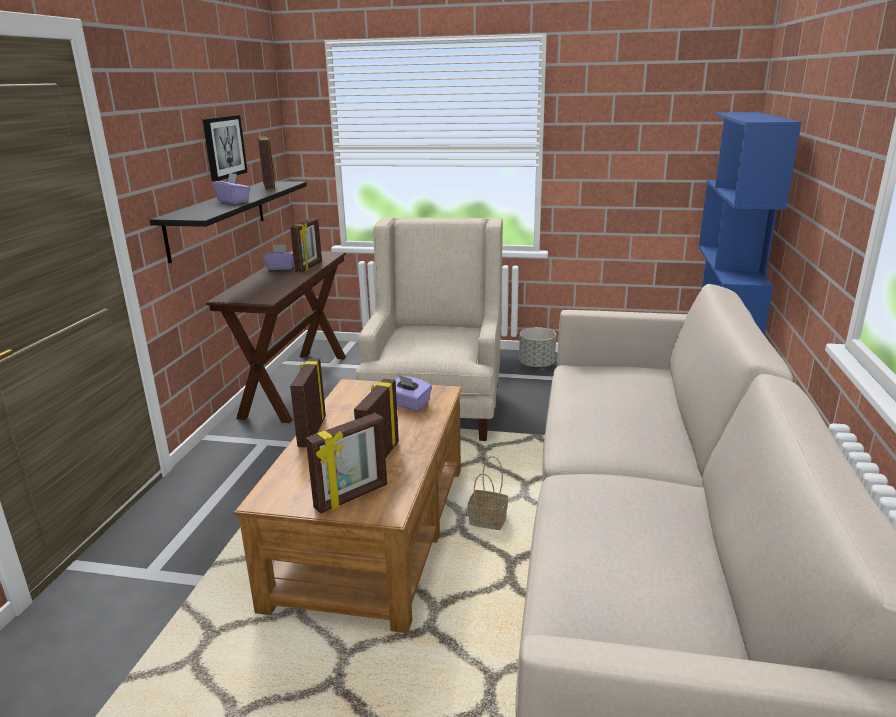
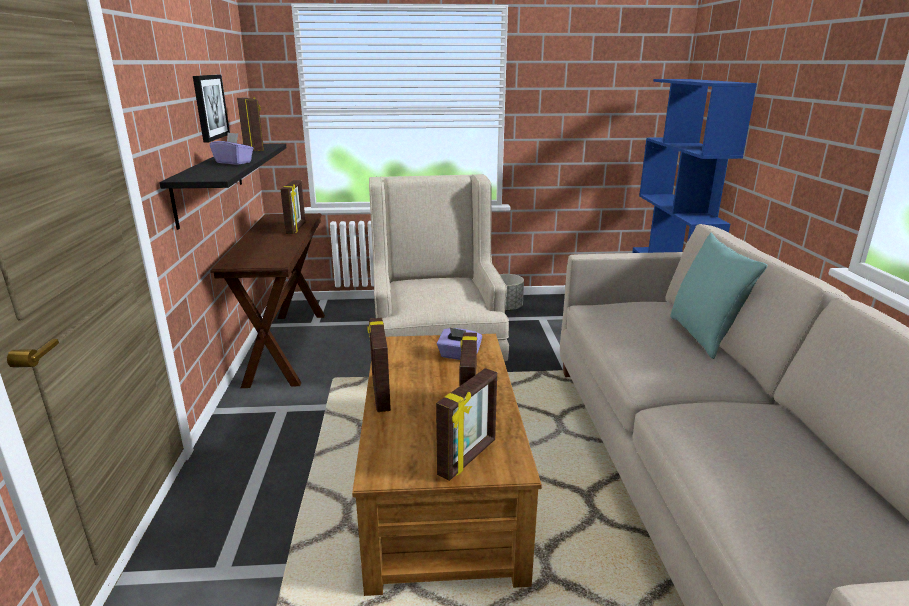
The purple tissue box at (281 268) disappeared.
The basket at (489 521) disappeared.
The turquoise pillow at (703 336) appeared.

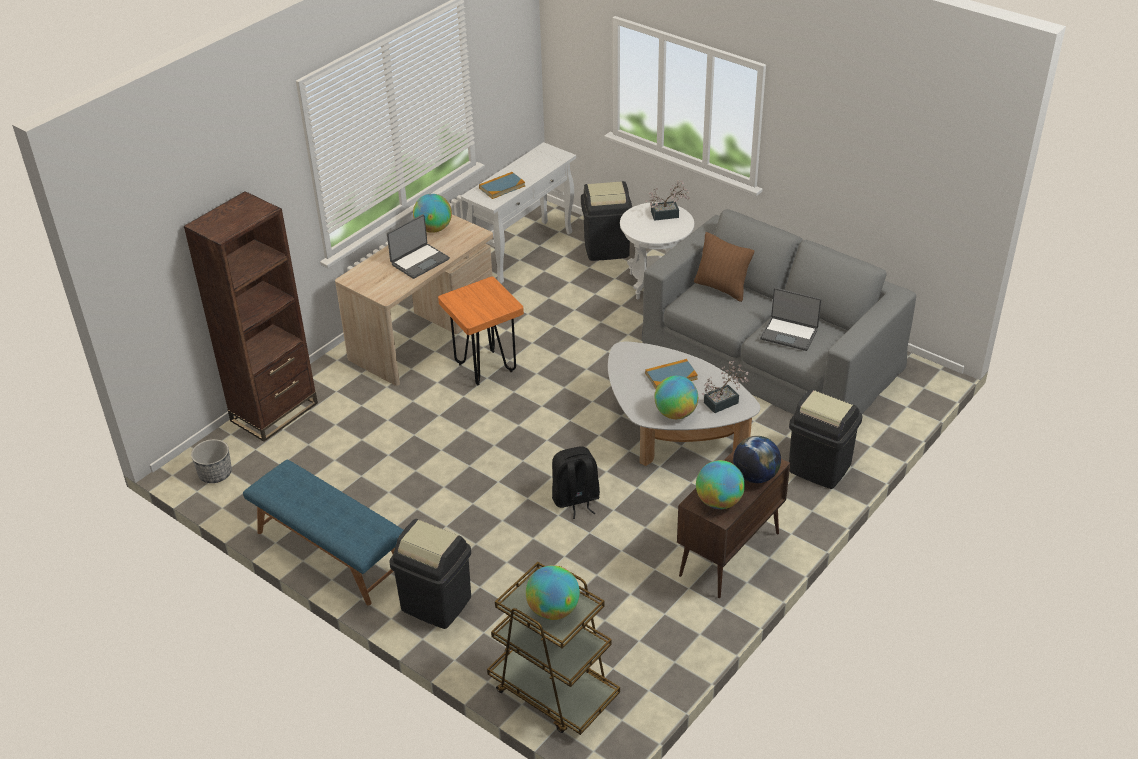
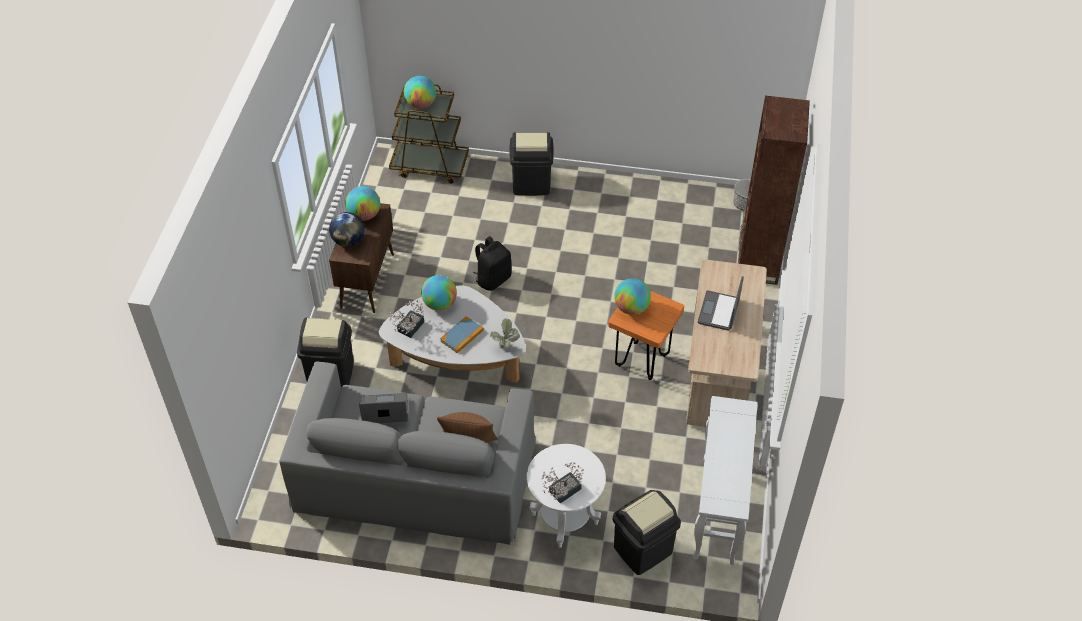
The blue bench at (329 553) disappeared.
The globe moved from (434 229) to (631 308).
The book at (502 187) disappeared.
The potted plant at (505 348) appeared.

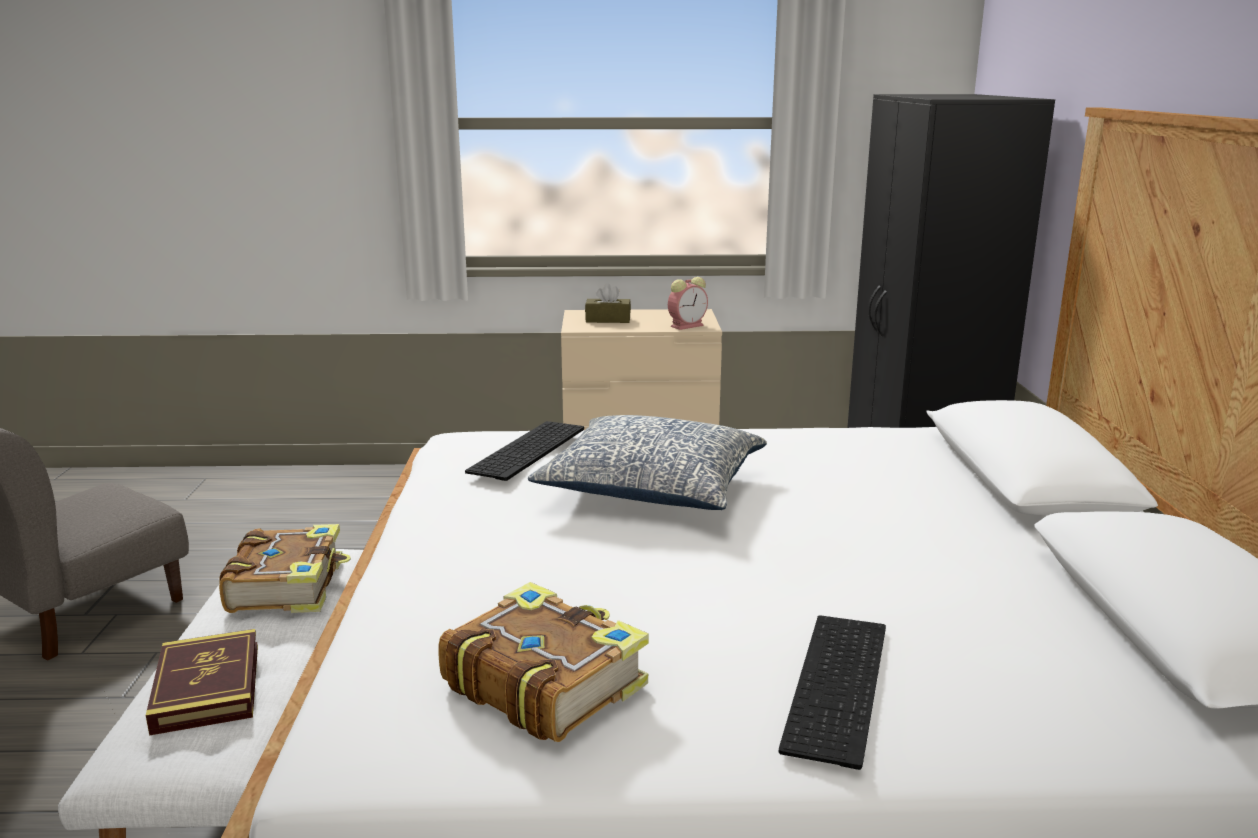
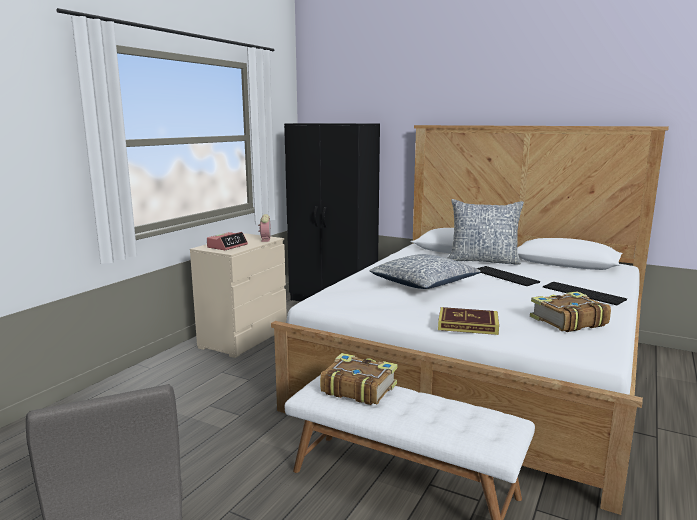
The book moved from (207 688) to (468 325).
The keyboard moved from (529 451) to (506 276).
The brown tissue box at (608 320) was replaced by the alarm clock at (227 246).
The pillow at (483 260) appeared.

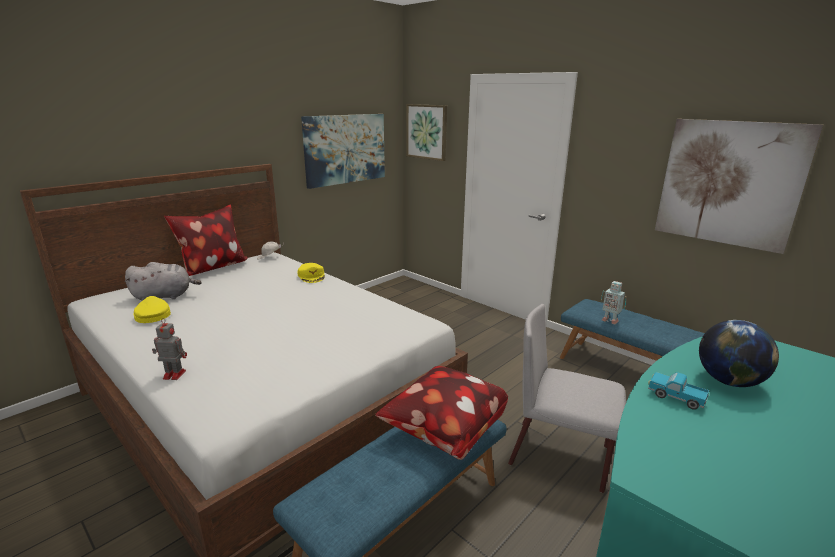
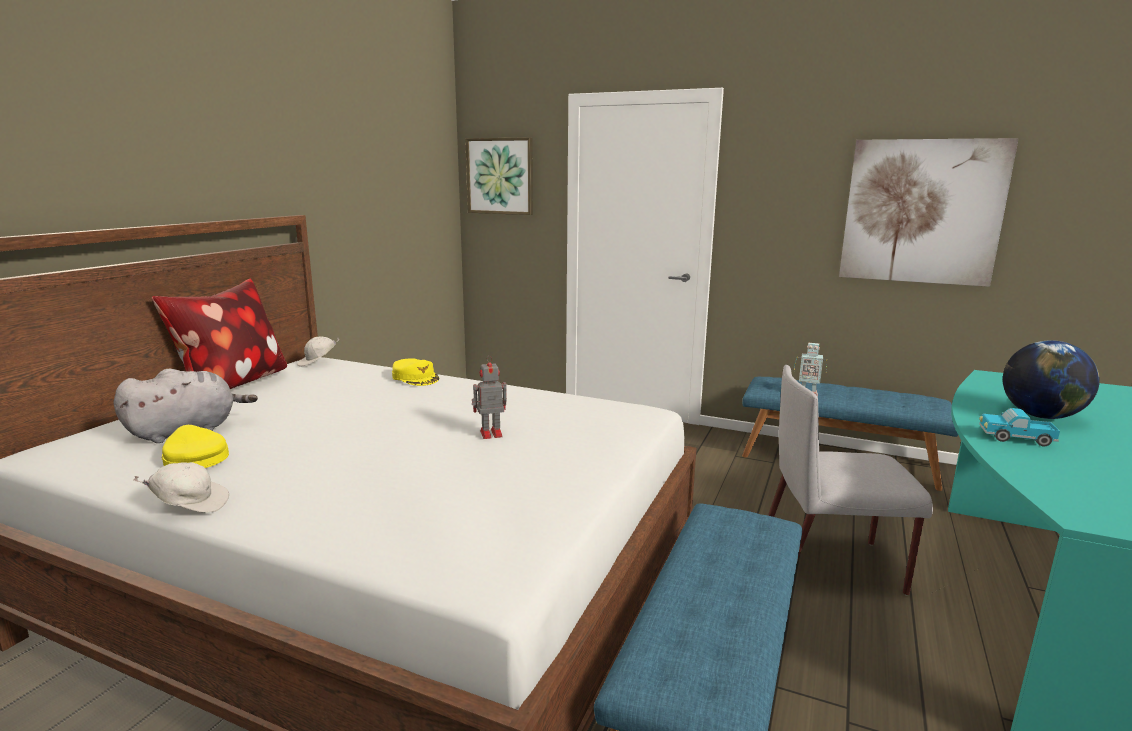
The toy robot moved from (173 374) to (489 434).
The picture at (345 149) disappeared.
The pillow at (443 431) disappeared.
The white cap at (190 505) appeared.

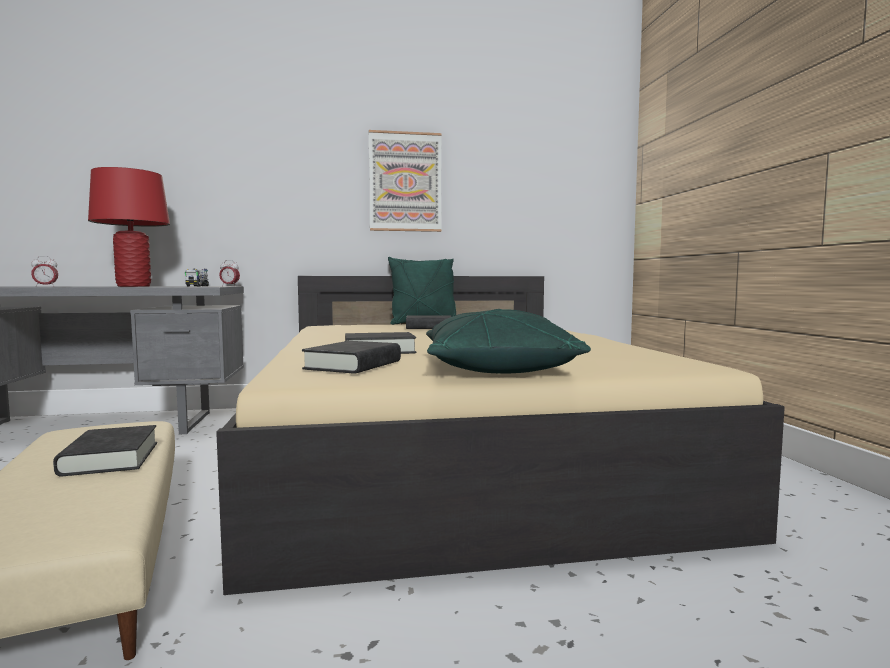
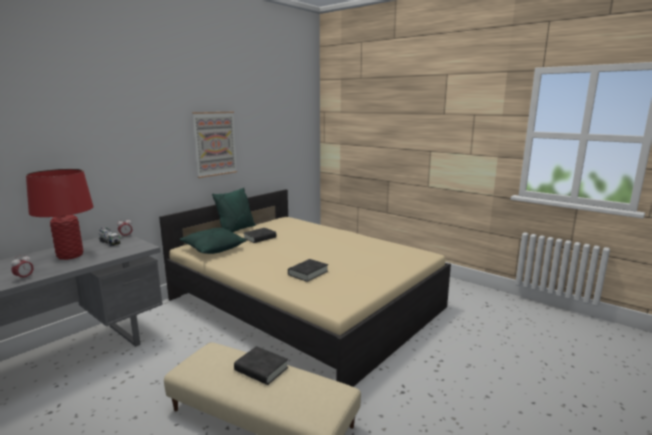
The black book at (353 365) disappeared.
The green pillow moved from (496 368) to (213 249).

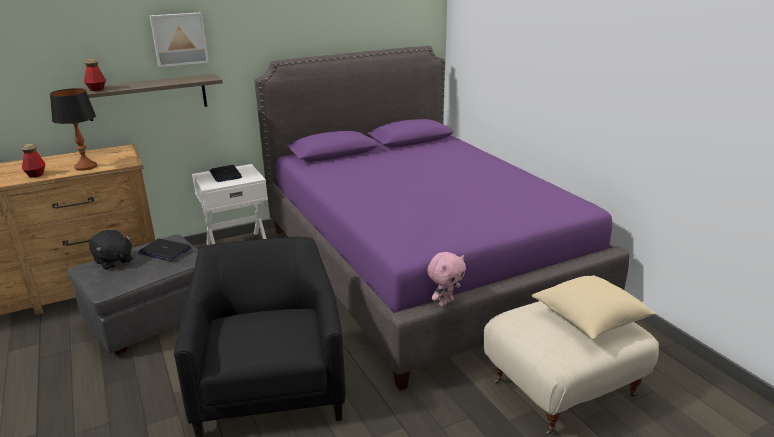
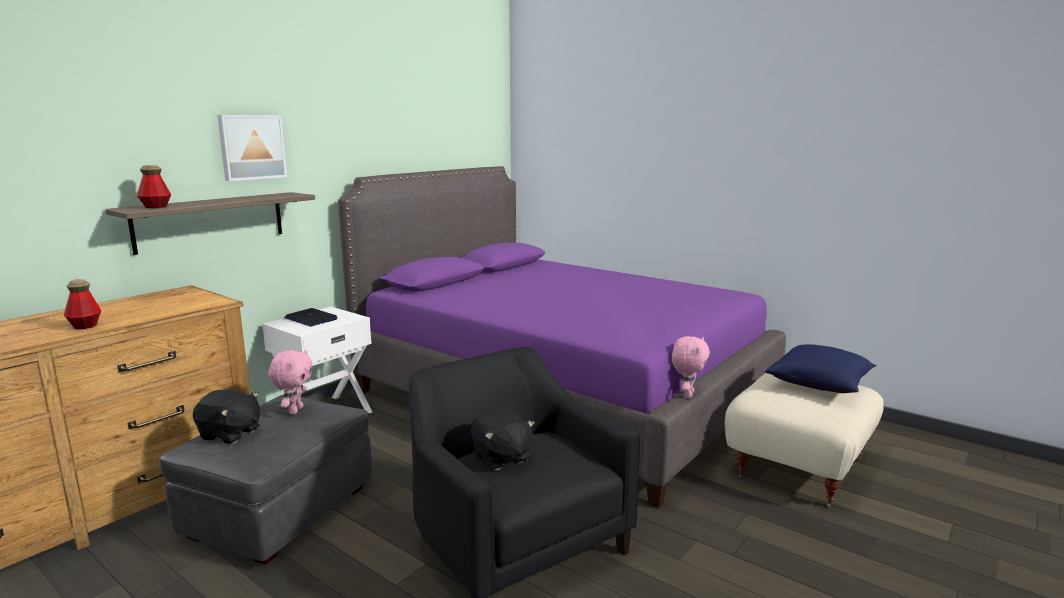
The table lamp at (86 166) disappeared.
The laptop at (164 251) was replaced by the pink plush toy at (295 410).
The beige pillow at (590 320) became the blue pillow at (820 385).
The black plush toy at (501 457) appeared.

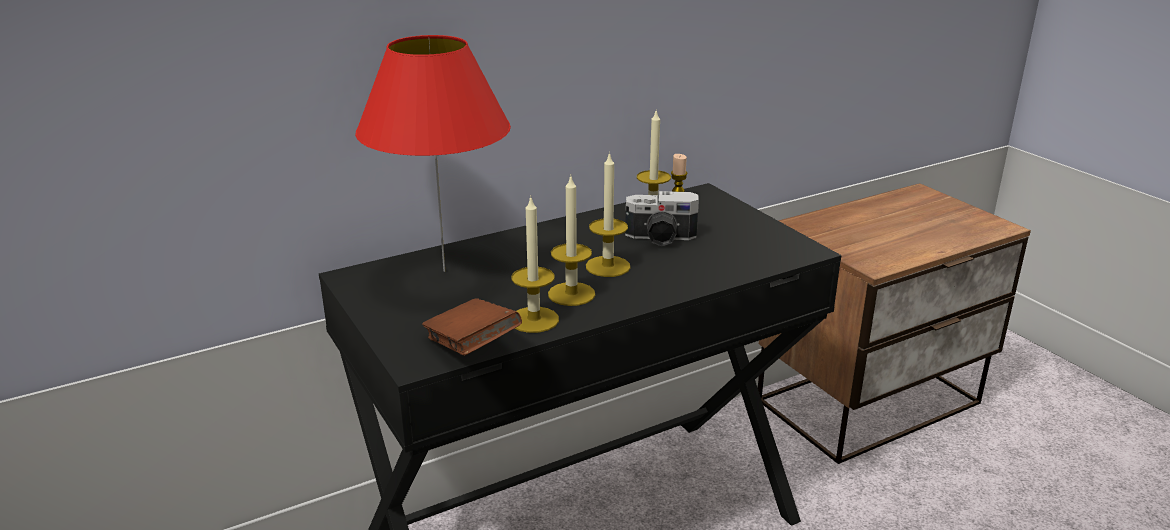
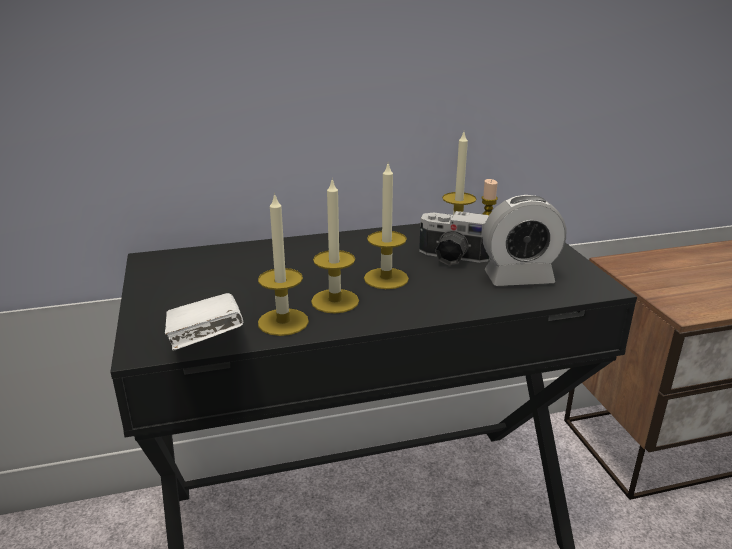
The red table lamp at (445 271) disappeared.
The brown book at (472 347) became the white book at (206 342).
The alarm clock at (518 278) appeared.

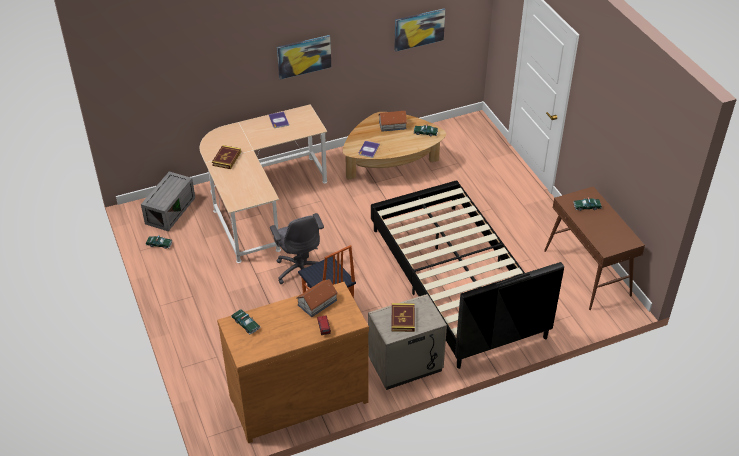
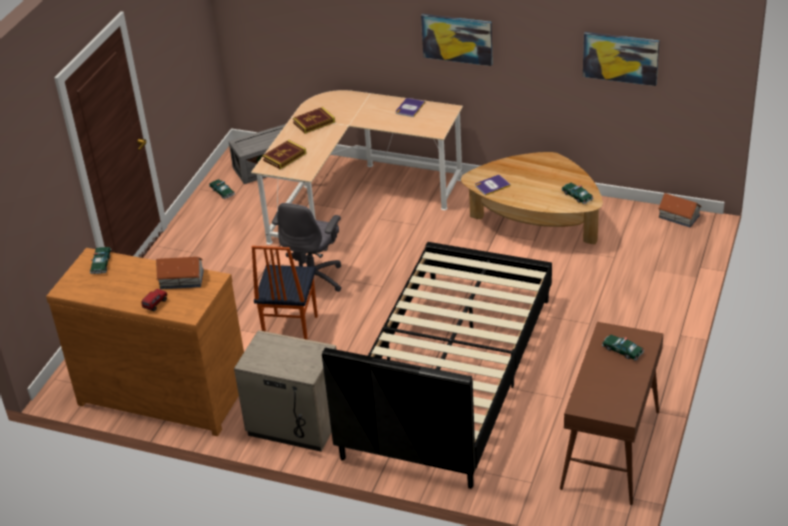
The toy house moved from (392 125) to (679 216).
The book moved from (403 319) to (284 157).

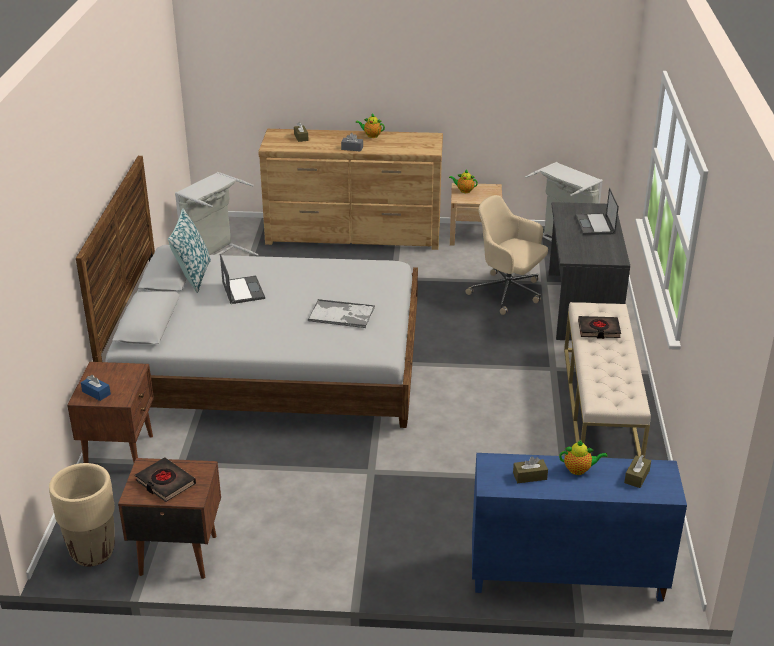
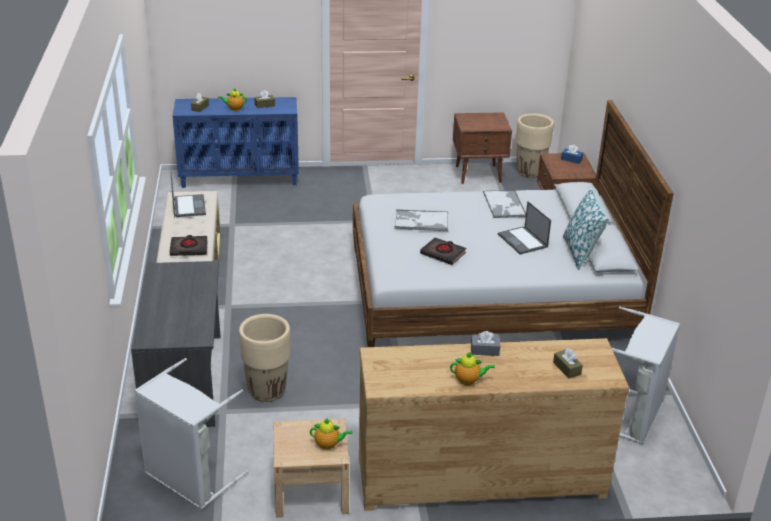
The black book moved from (165 483) to (443 254).
The beige office chair at (508 293) was replaced by the beige planter at (267 391).
The laptop moved from (595 225) to (188 206).
The tray at (504 205) appeared.

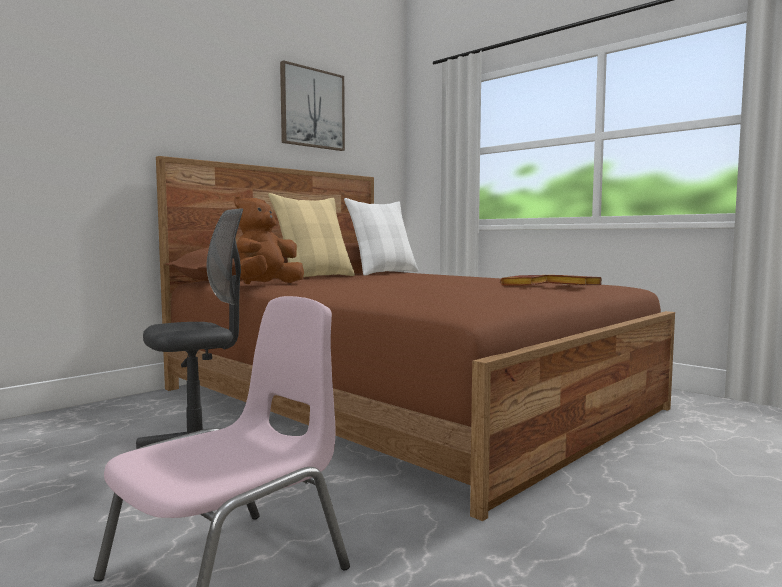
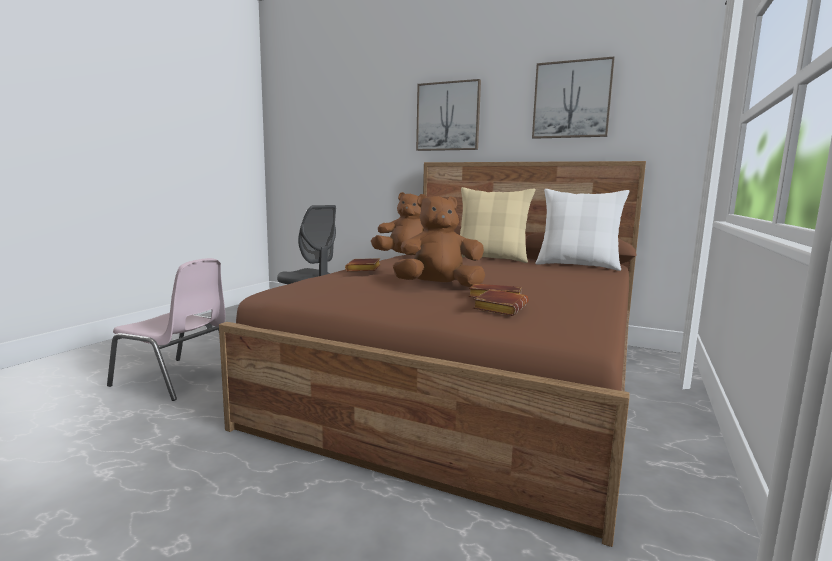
The brown book at (364 269) appeared.
The brown plush toy at (439 286) appeared.
The picture at (448 116) appeared.

